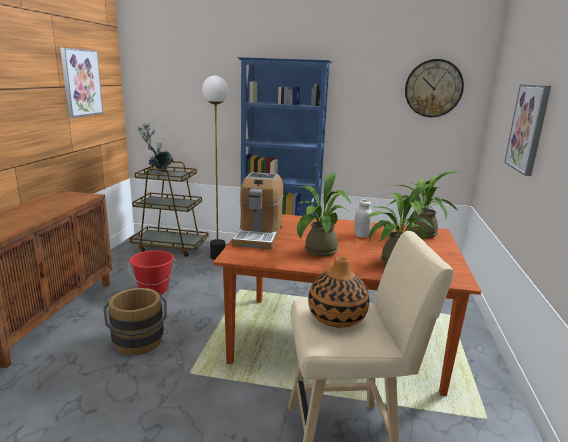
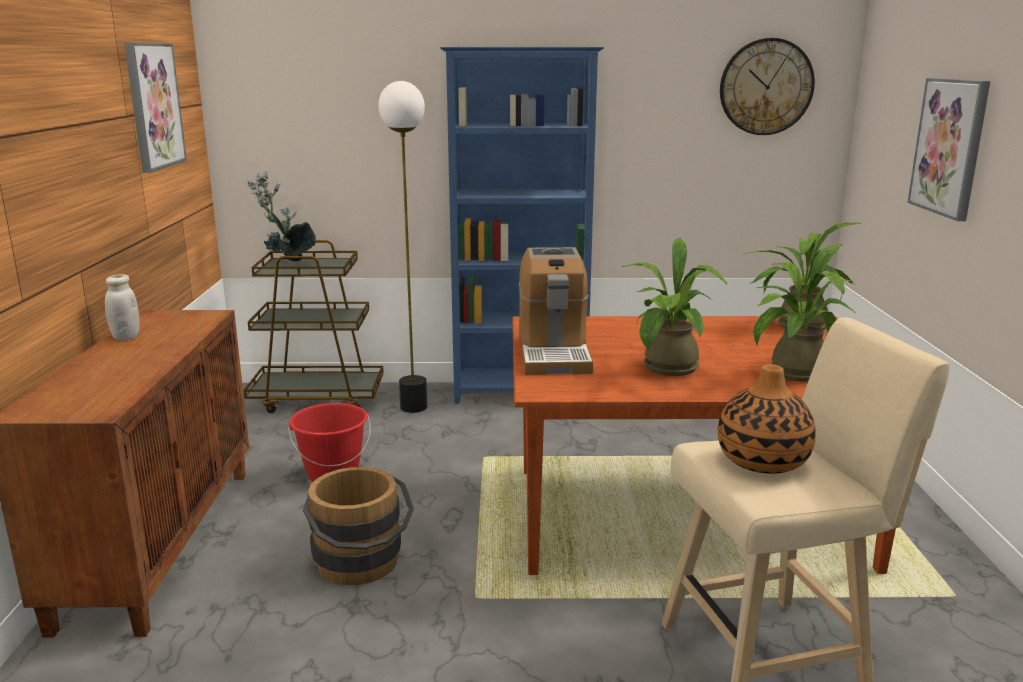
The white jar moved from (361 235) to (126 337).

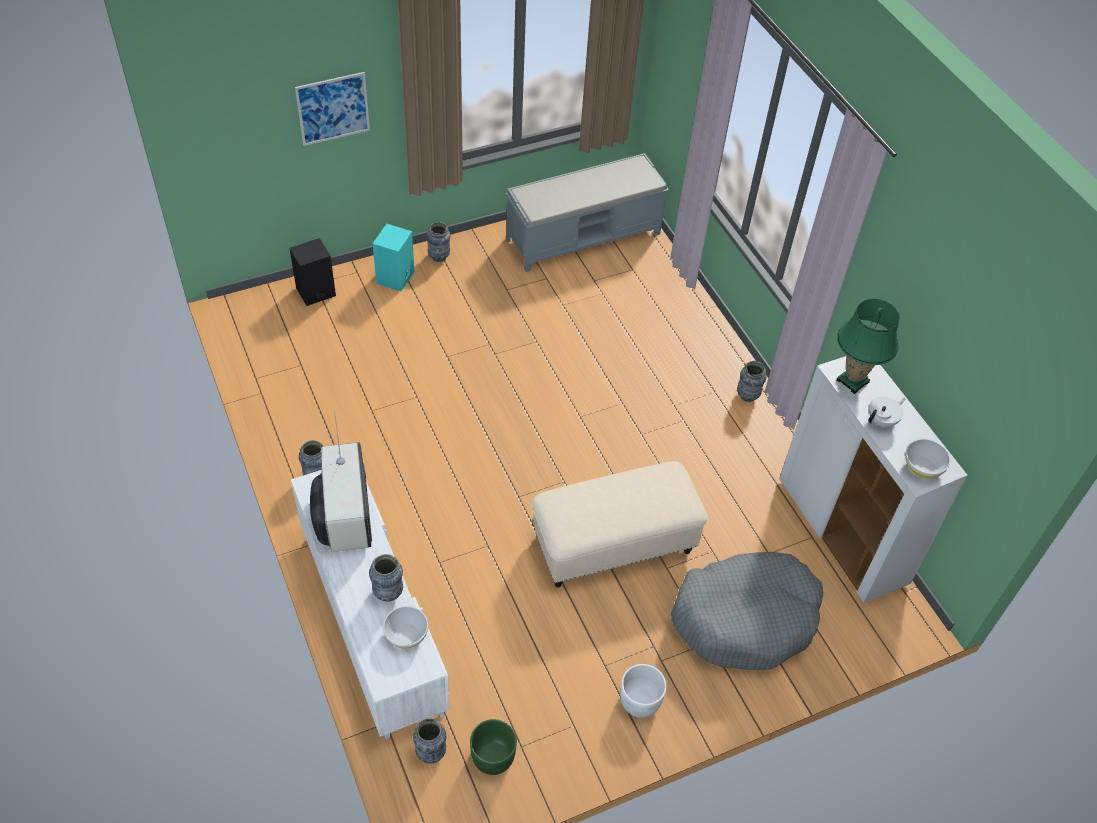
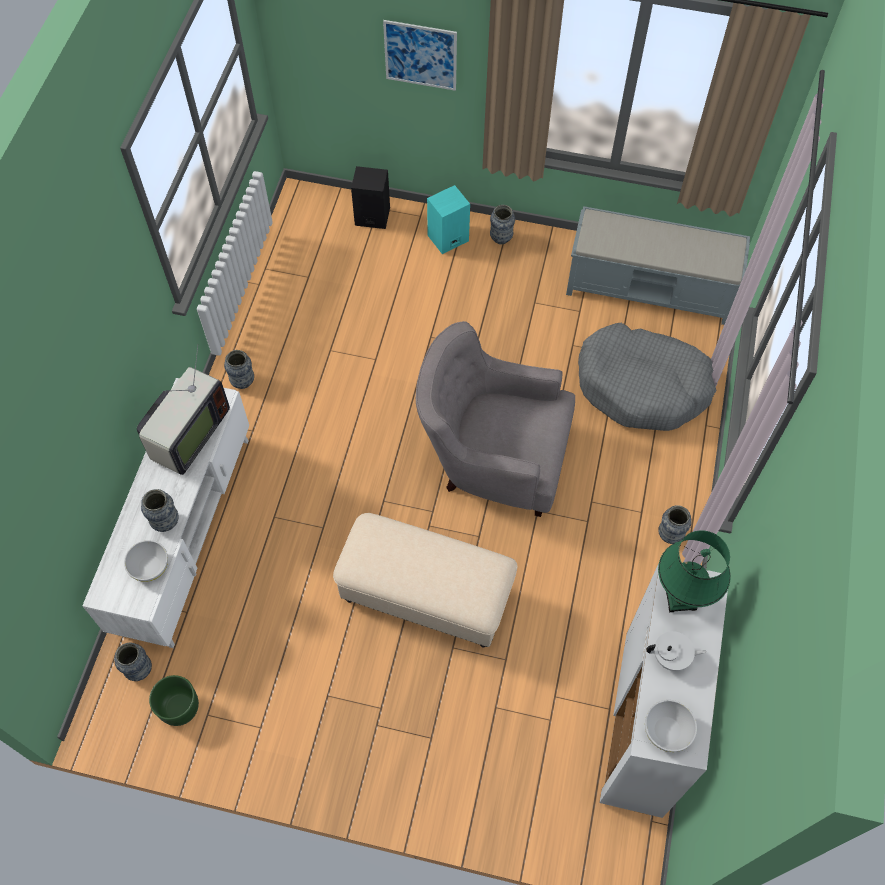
The white planter at (639 701) disappeared.
The grey dog bed moved from (745 618) to (642 386).
The grey armchair at (493 458) appeared.

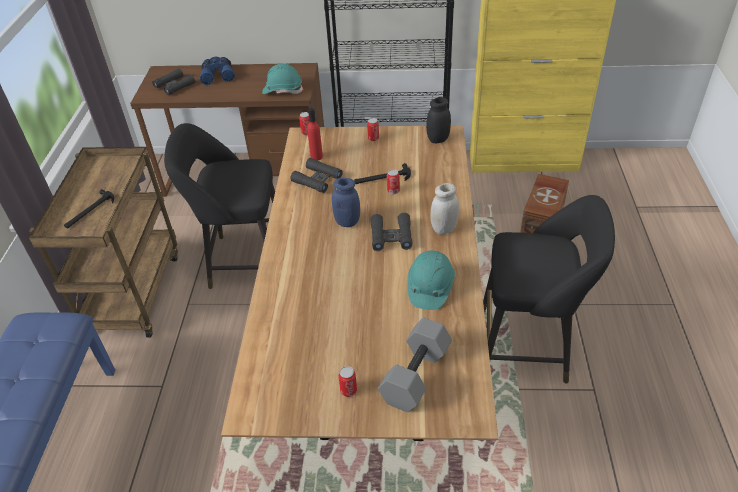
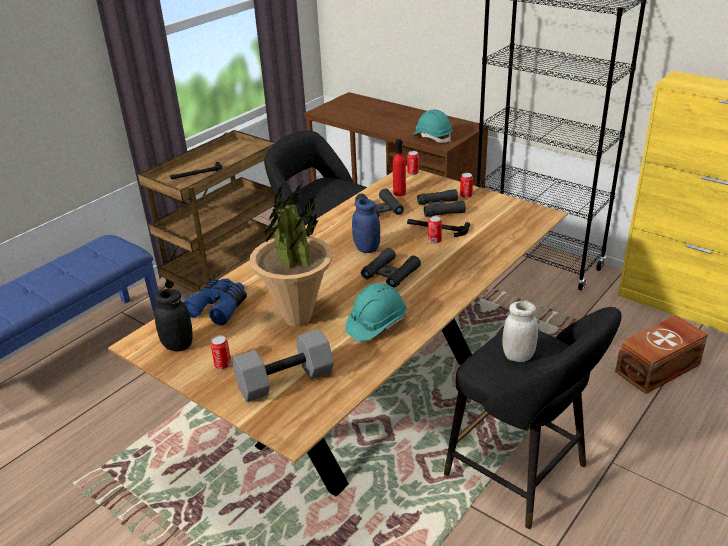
The black binoculars moved from (174 85) to (440 208).
The blue binoculars moved from (218 75) to (219 307).
The black jar moved from (438 139) to (178 345).
The white jar moved from (444 229) to (518 356).
The potted plant at (297 318) appeared.

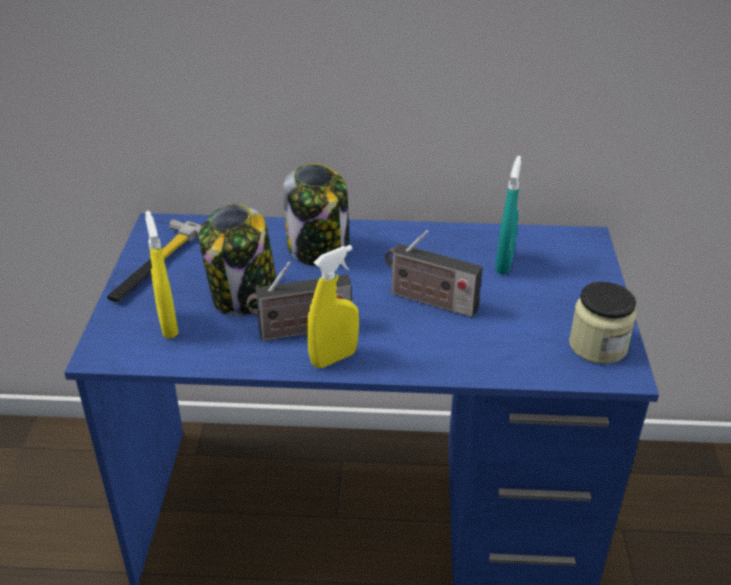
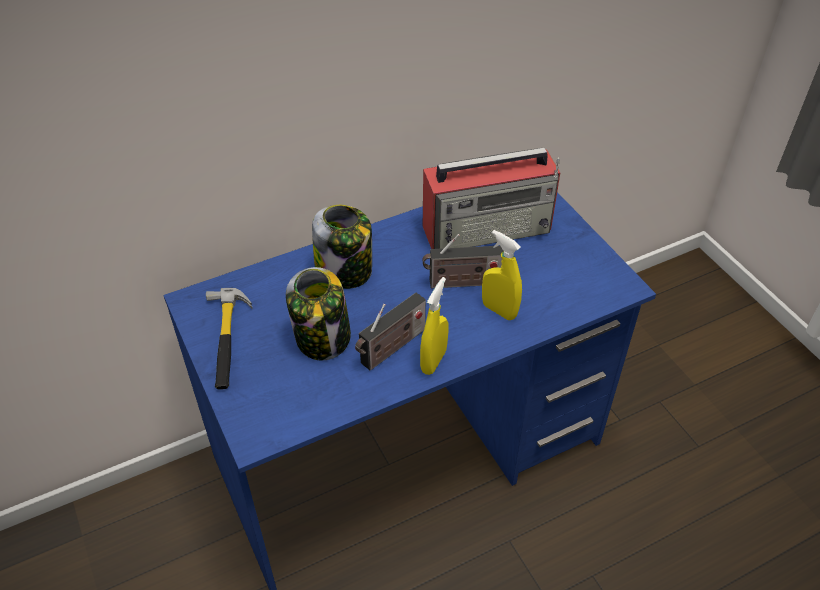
The yellow spray bottle moved from (168 325) to (499 310).
The turquoise spray bottle at (504 263) was replaced by the radio at (489 228).
The jar at (598 346) disappeared.

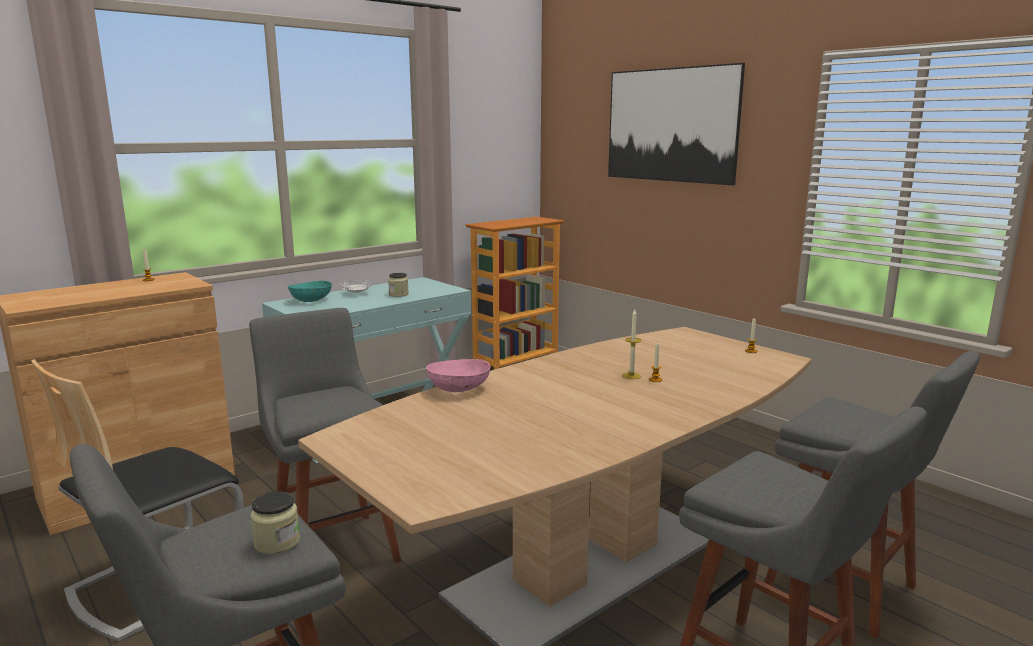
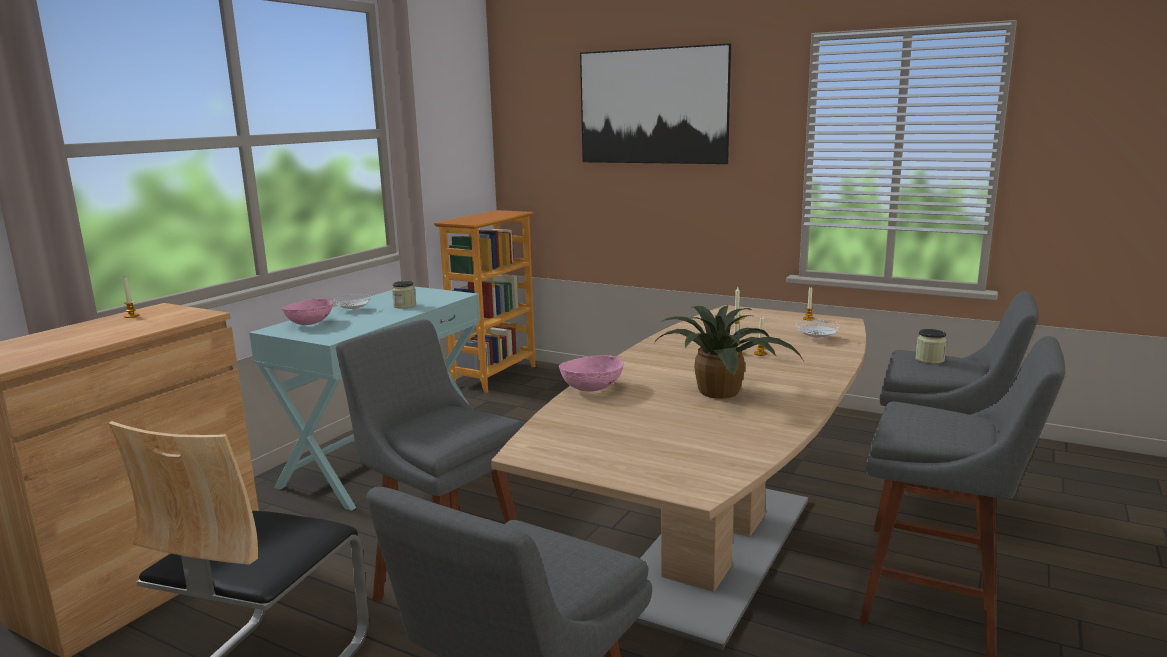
The jar moved from (277 542) to (929 359).
The turquoise bowl at (311 301) became the pink bowl at (309 323).
The potted plant at (722 391) appeared.
The white plate at (817 338) appeared.

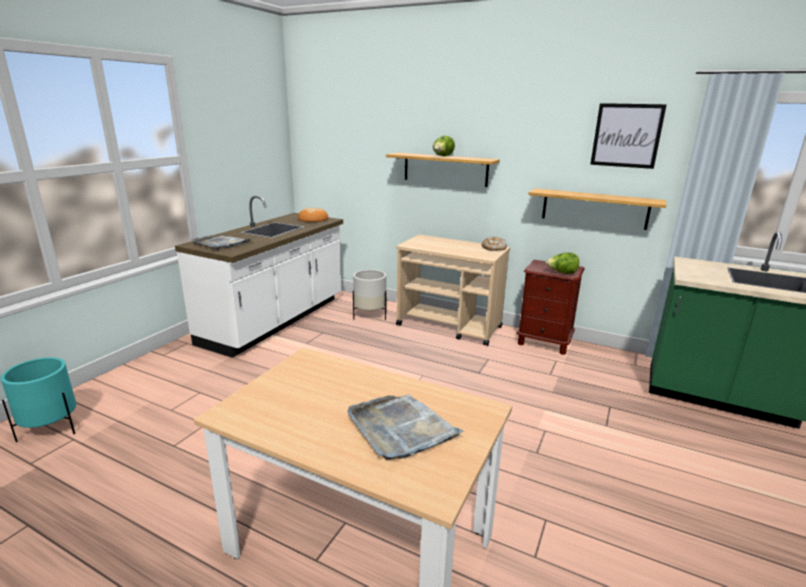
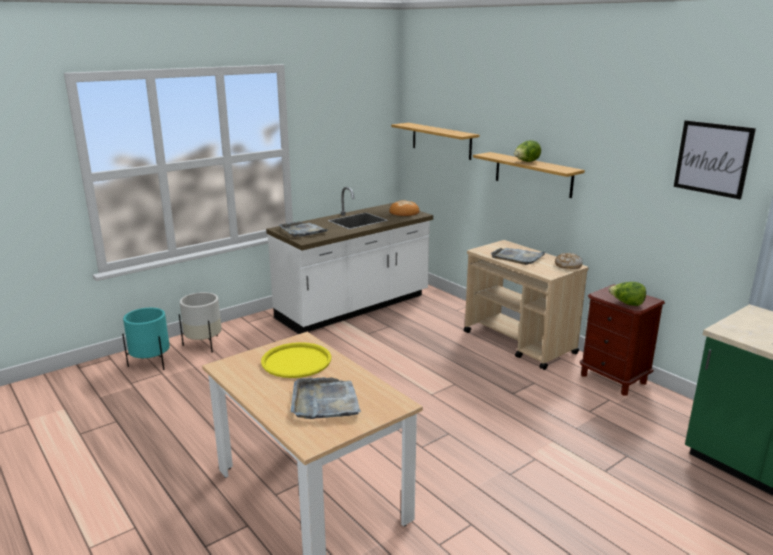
The white planter moved from (370 315) to (204 344).
The shelf moved from (594 208) to (441 140).
The yellow tray at (296 361) appeared.
The grey tray at (518 257) appeared.

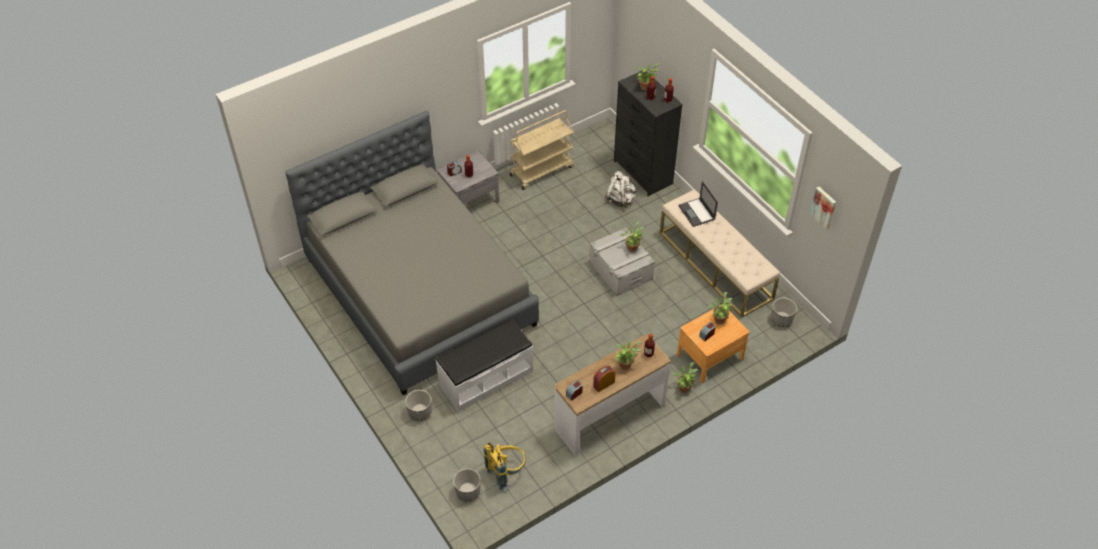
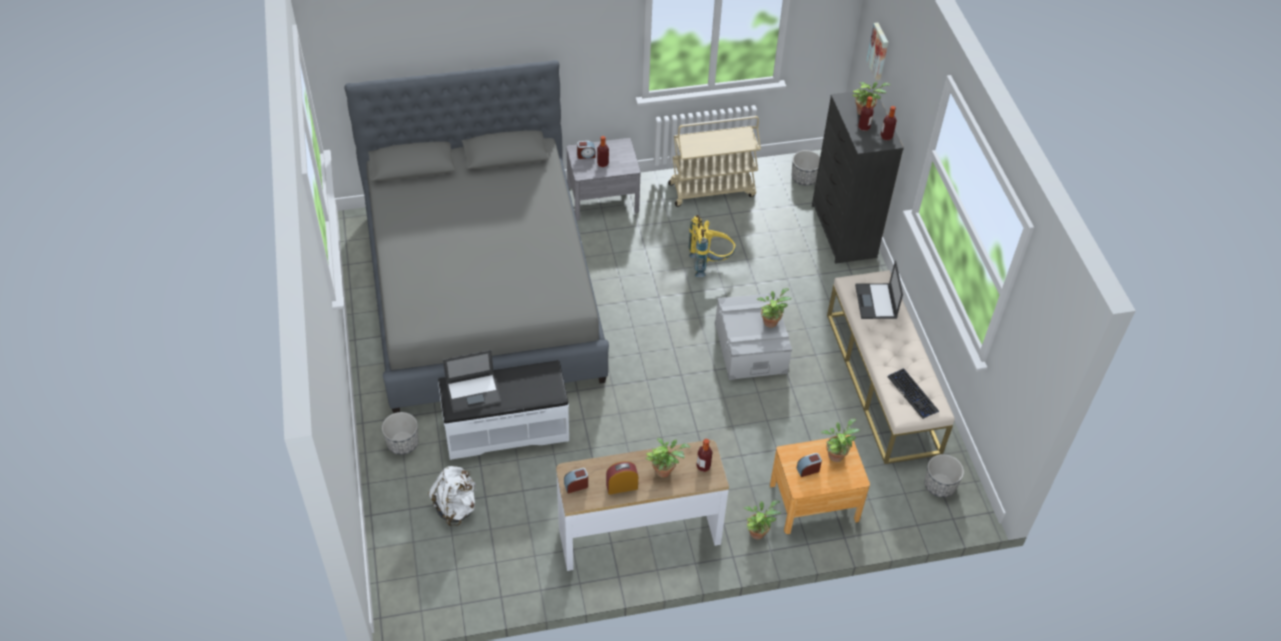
The planter moved from (467 492) to (804 178).
The yellow backpack moved from (506 472) to (710 263).
The white backpack moved from (620 199) to (456 507).
The picture moved from (824 207) to (879 51).
The laptop at (474 392) appeared.
The keyboard at (913 394) appeared.

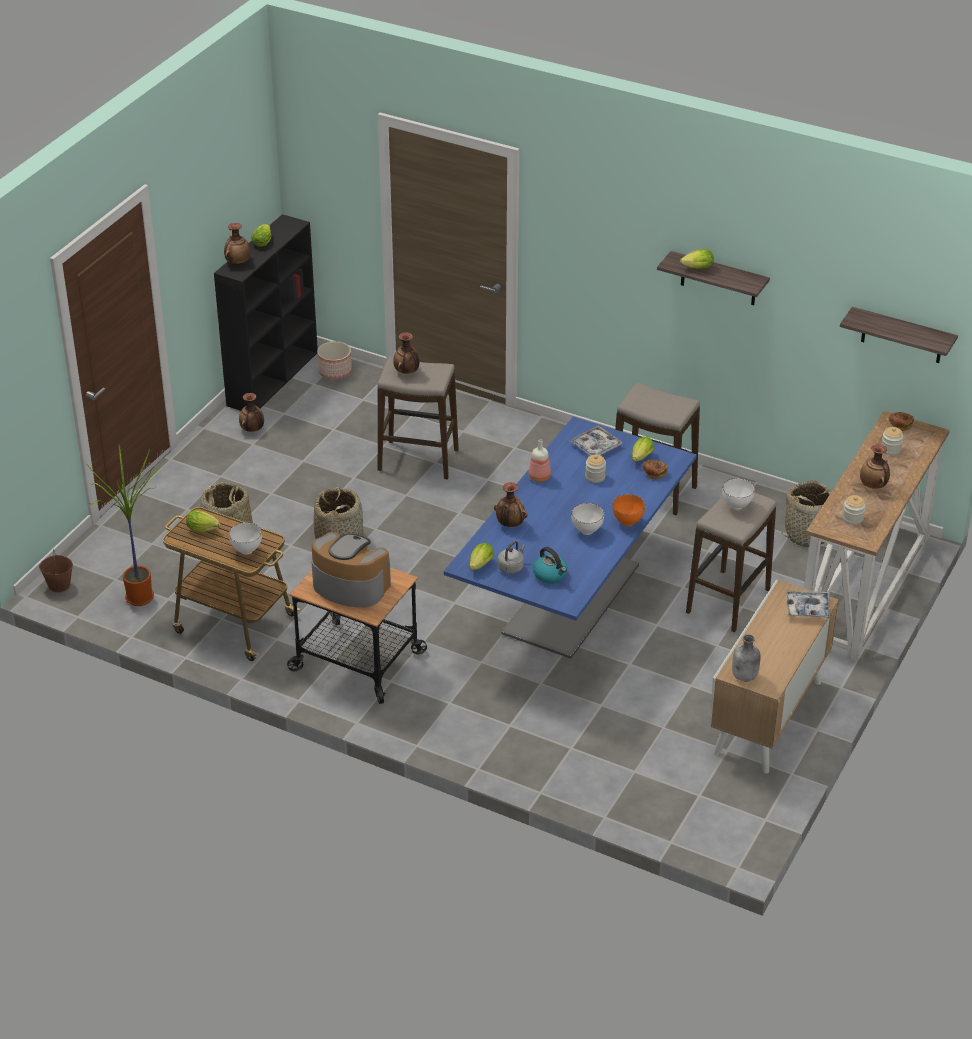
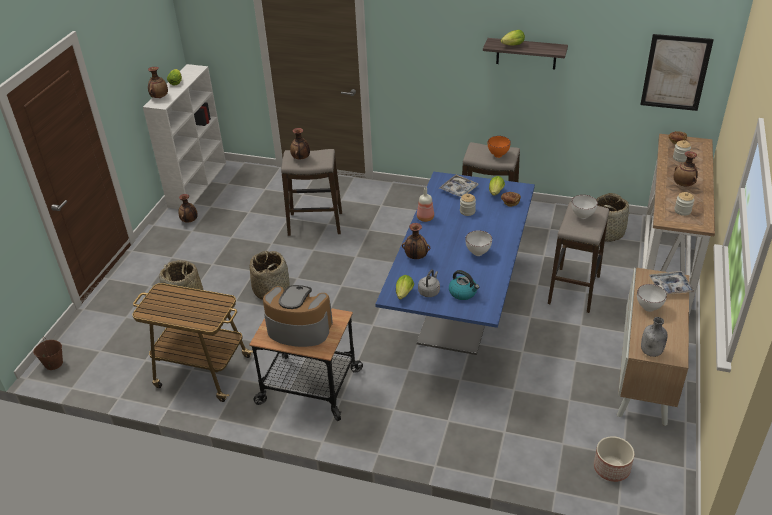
The potted plant at (137 599) disappeared.
The lettuce at (204 529) disappeared.
The black bookcase at (273 378) became the white bookcase at (198 184).
The white bowl moved from (247 551) to (649 308).
The planter moved from (335 372) to (611 468).
The orange bowl moved from (627 522) to (497 155).
The shelf at (902 336) was replaced by the picture at (675 72).

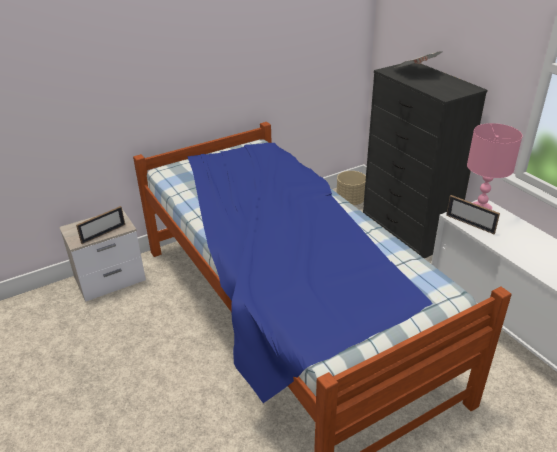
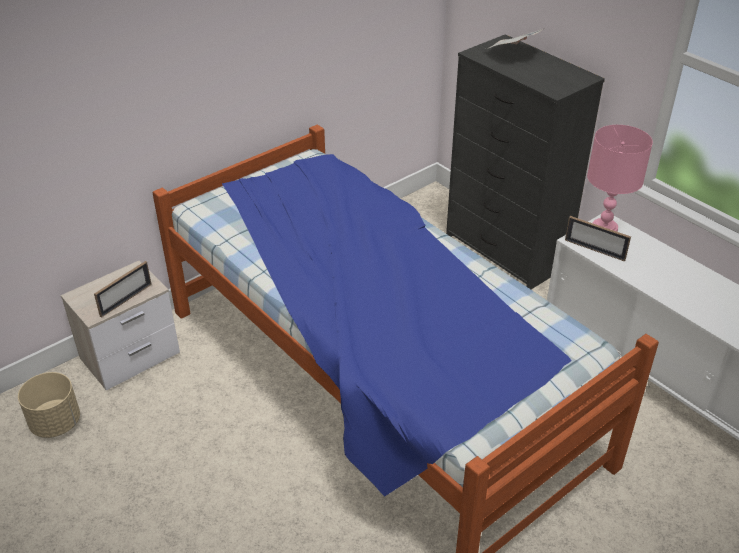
The beige planter moved from (350 201) to (56 423).

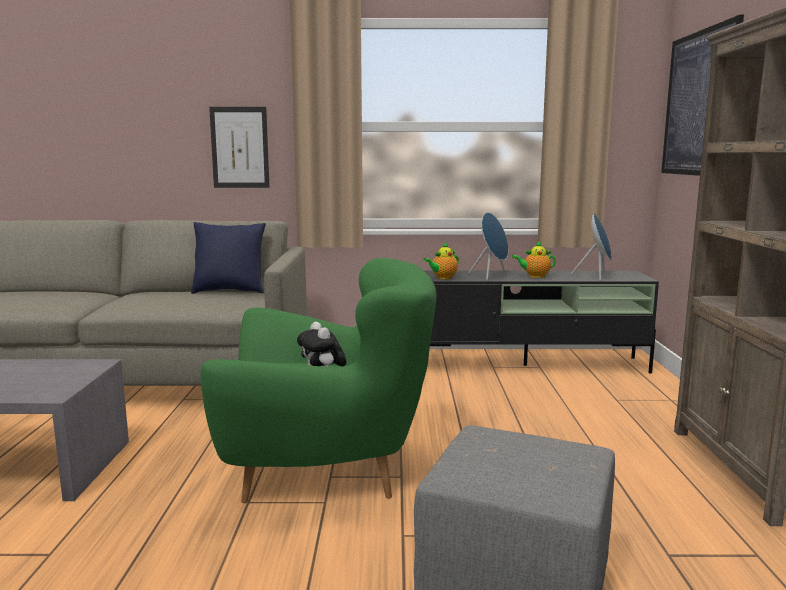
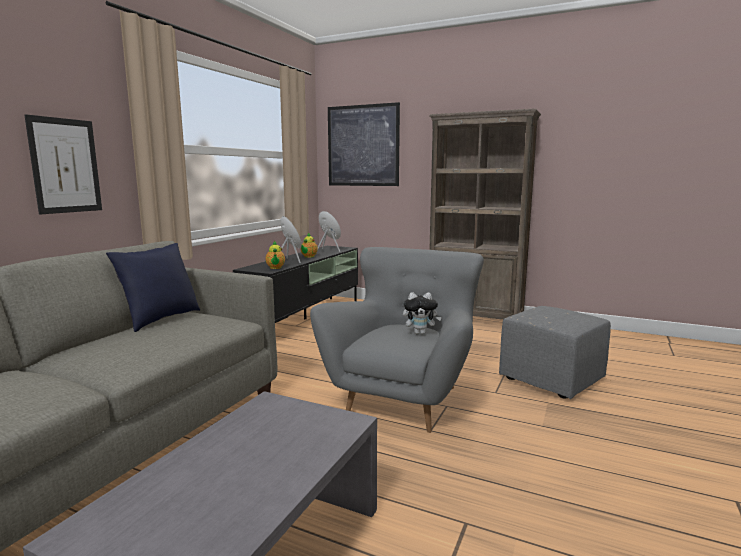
The green armchair at (326 471) became the grey armchair at (405 399).

